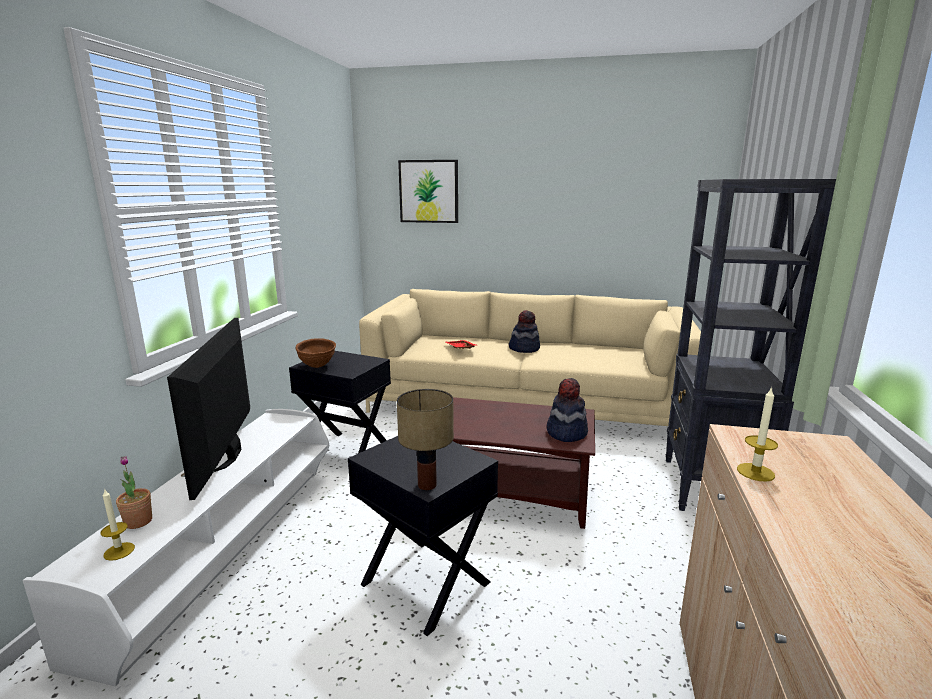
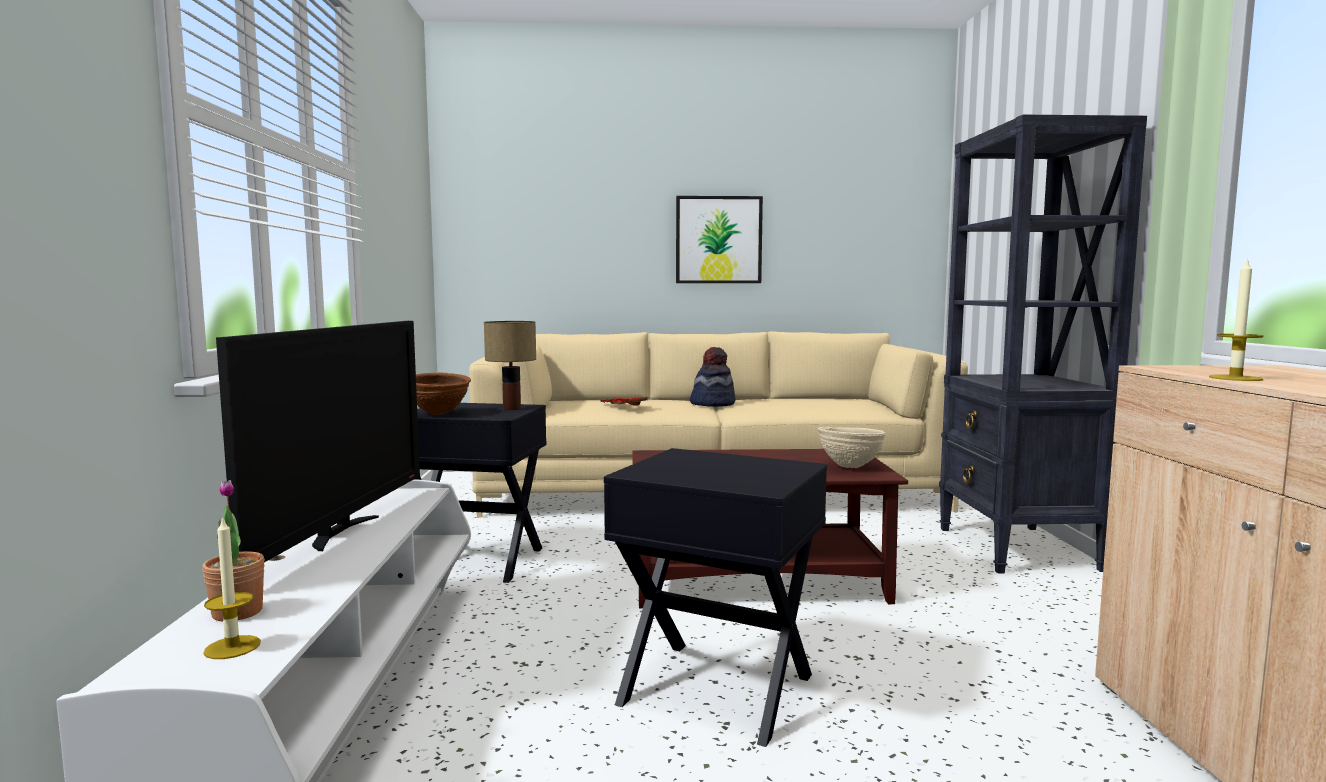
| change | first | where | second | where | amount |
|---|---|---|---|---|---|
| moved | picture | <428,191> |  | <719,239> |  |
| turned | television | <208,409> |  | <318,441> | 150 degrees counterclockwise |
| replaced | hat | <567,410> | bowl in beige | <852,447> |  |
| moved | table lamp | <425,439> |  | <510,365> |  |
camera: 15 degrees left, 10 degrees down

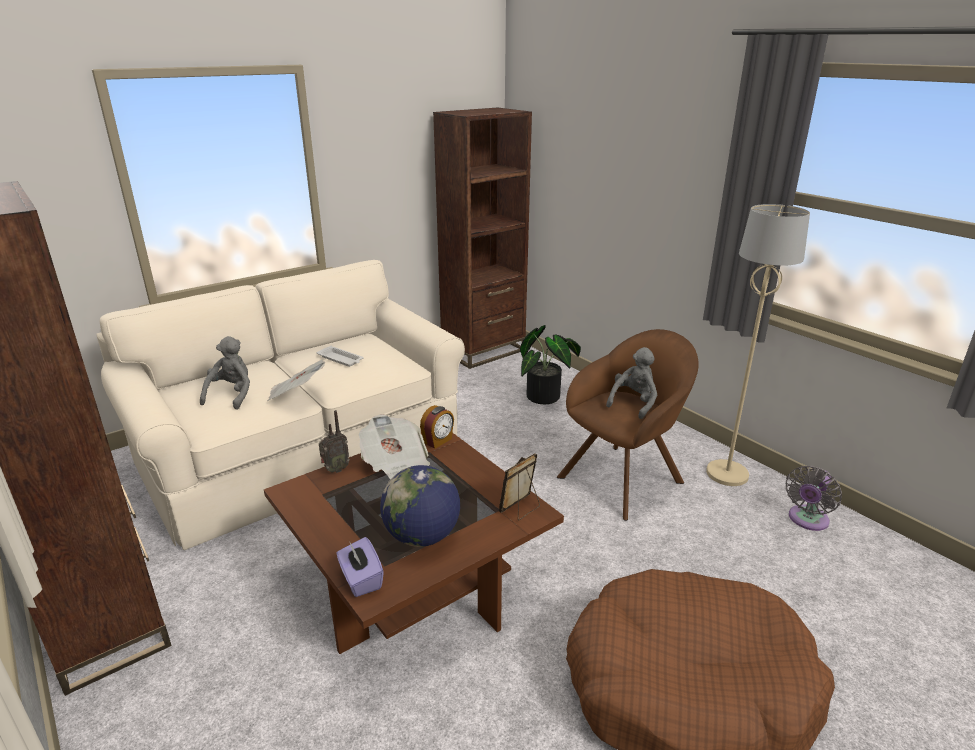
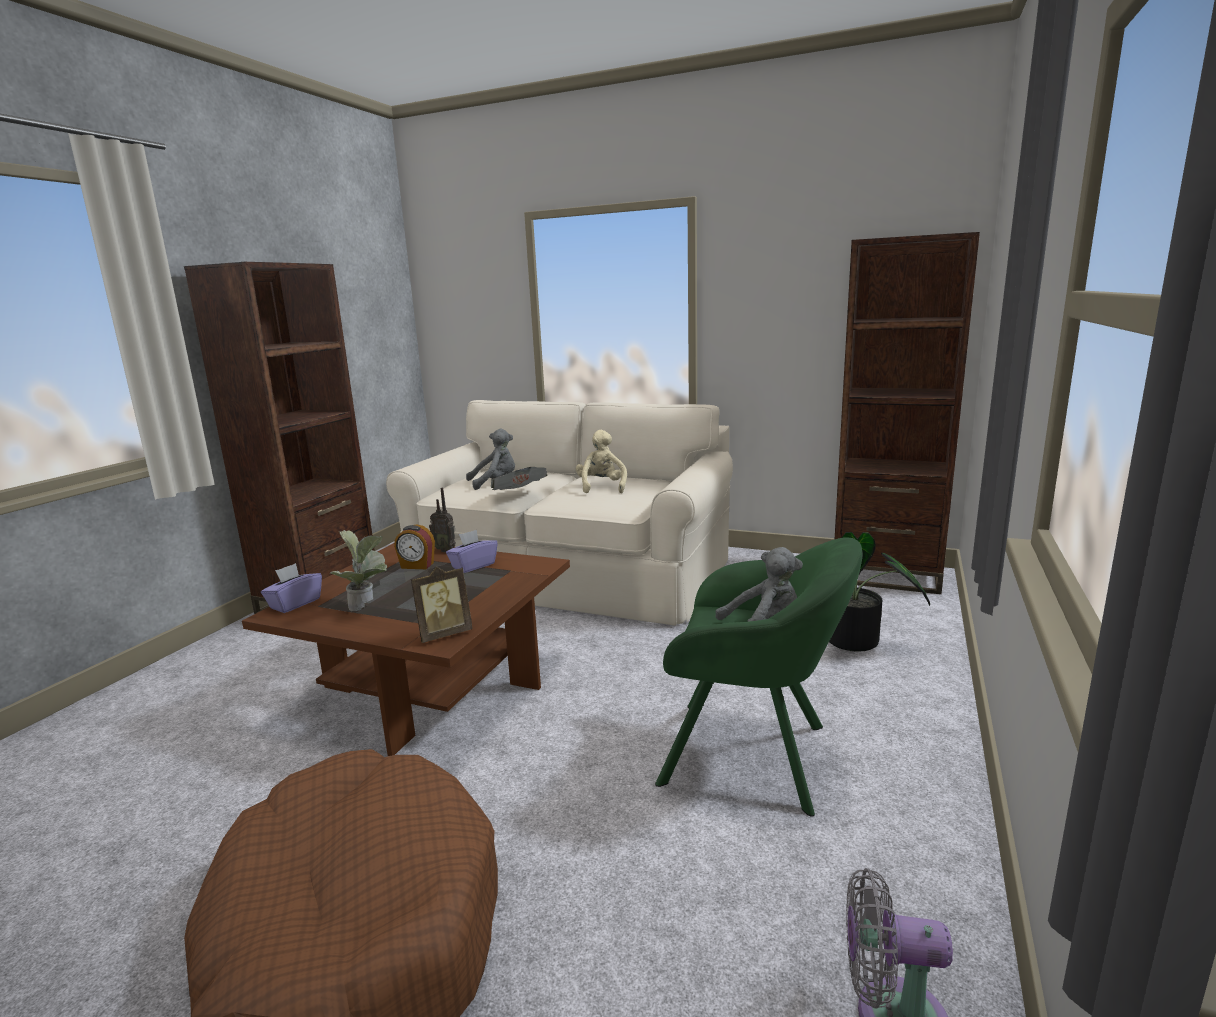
| change | first | where | second | where | amount |
|---|---|---|---|---|---|
| removed | floor lamp in beige | <758,345> |  |  |  |
| recoloured | armchair in brown | <628,425> | armchair in green | <758,677> |  |
| replaced | tray in white | <340,356> | plush toy in beige | <601,461> |  |
| moved | alarm clock | <437,427> |  | <414,546> |  |
| replaced | newspaper | <394,446> | tissue box in purple | <472,551> |  |
| turned | picture frame | <519,486> |  | <442,604> | 135 degrees clockwise |
| replaced | globe | <420,506> | potted plant | <358,570> |  |
camera: 60 degrees right, 10 degrees down

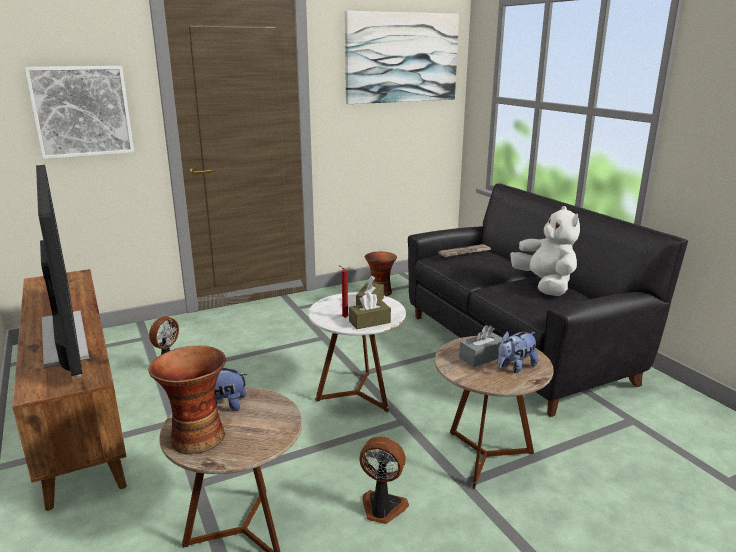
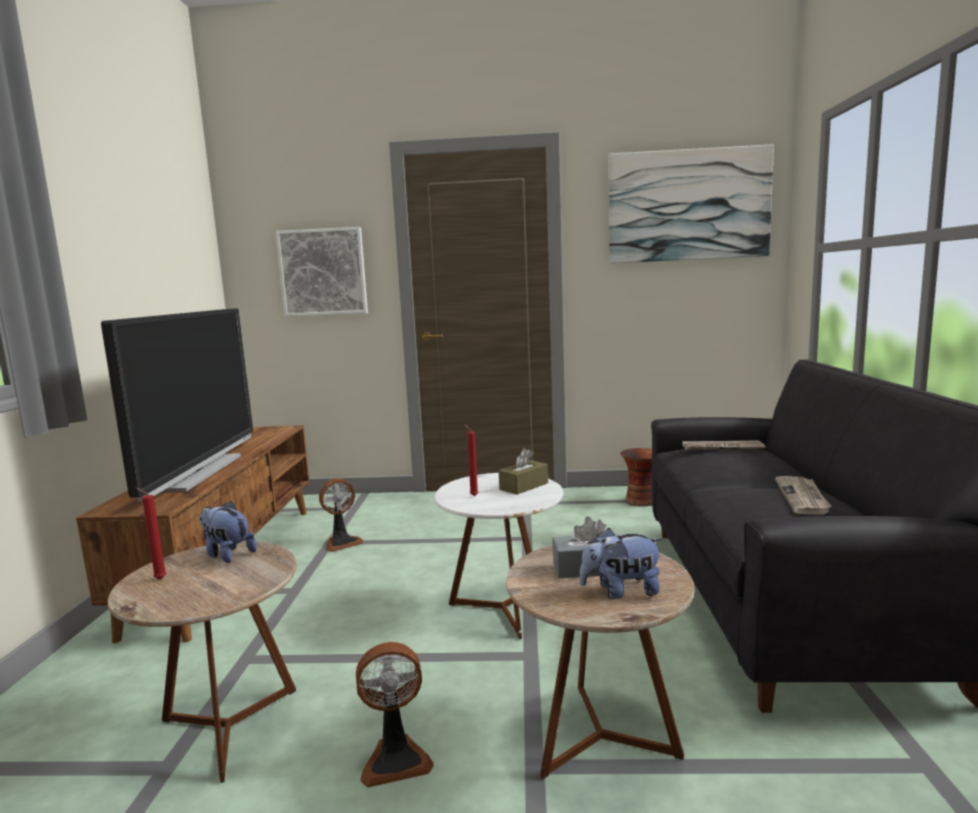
| change | first | where | second | where | amount |
|---|---|---|---|---|---|
| replaced | plush toy in white | <545,251> | newspaper | <803,495> |  |
| removed | tissue box in brown | <370,310> |  |  |  |
| replaced | vase | <187,400> | candle in red | <151,534> |  |
| turned | fan | <384,480> |  | <394,715> | 120 degrees clockwise |
camera: 30 degrees right, 10 degrees down

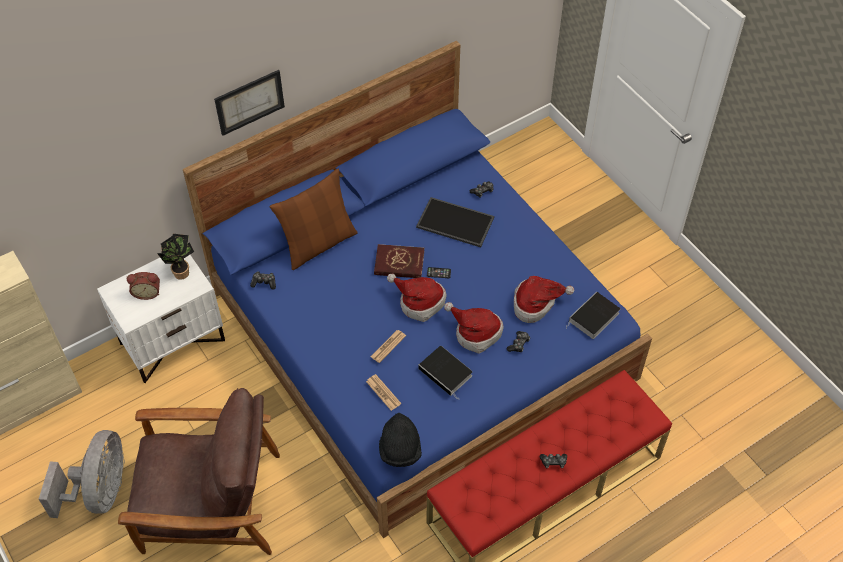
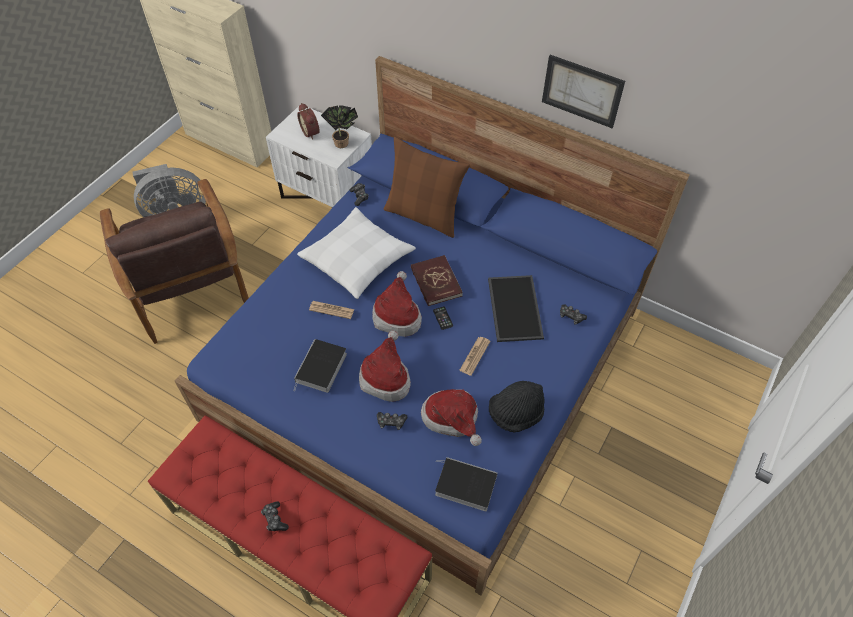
| change | first | where | second | where | amount |
|---|---|---|---|---|---|
| moved | picture | <249,103> |  | <583,91> |  |
| moved | newspaper | <383,392> |  | <474,356> |  |
| moved | hat in black | <400,440> |  | <517,406> |  |
| added |  |  | pillow in white | <356,253> |  |
camera: 65 degrees right, 0 degrees up

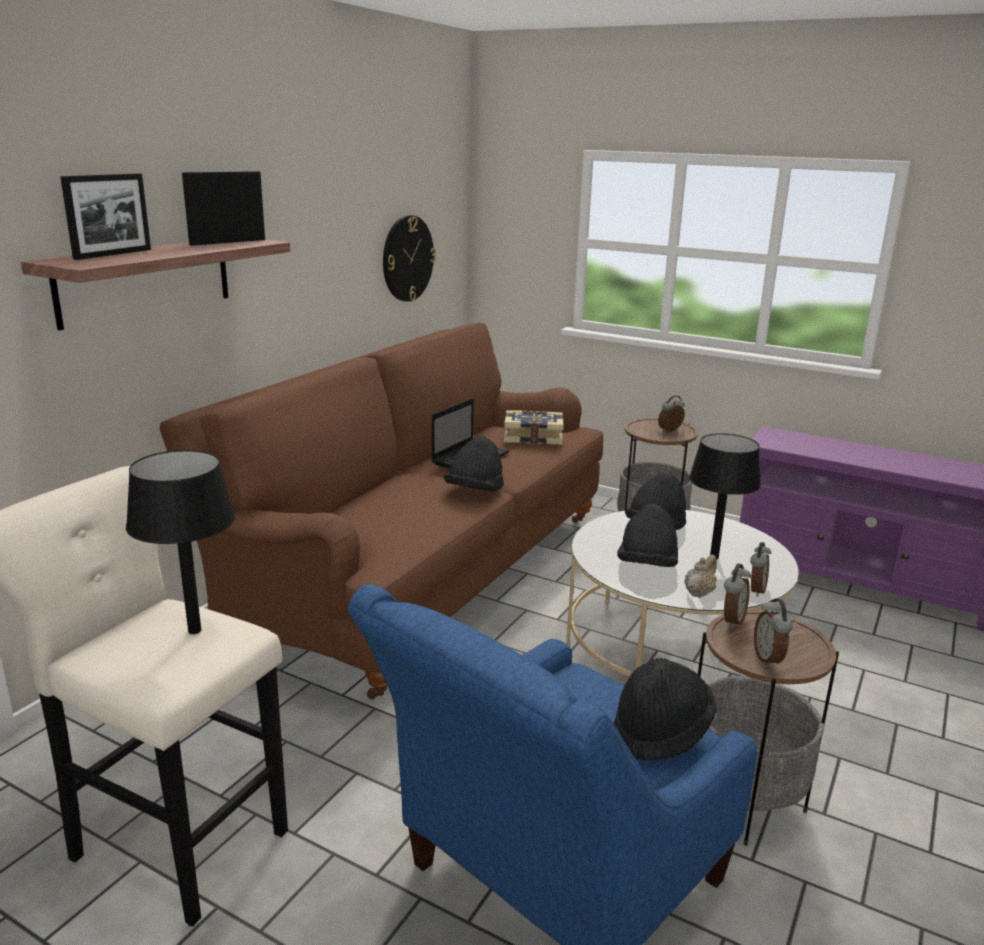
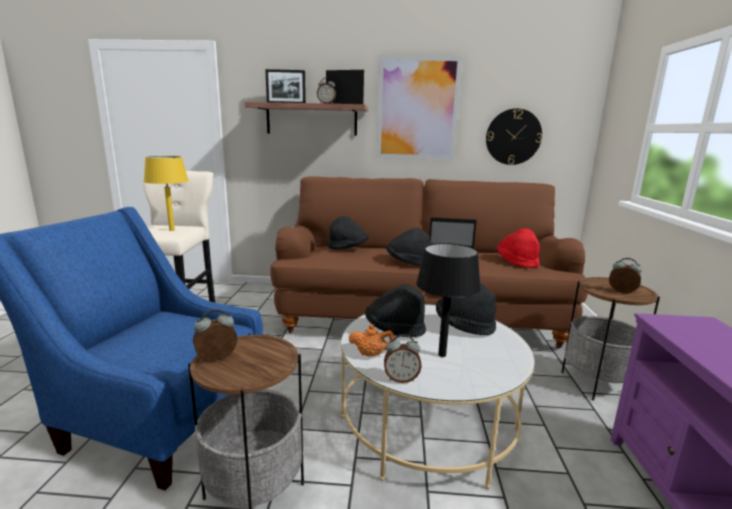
| change | first | where | second | where | amount |
|---|---|---|---|---|---|
| replaced | book | <534,427> | hat in red | <518,248> |  |
| recoloured | table lamp in black | <181,542> | table lamp in yellow | <166,193> |  |
| recoloured | teapot in beige | <700,576> | teapot in orange | <372,340> |  |
| moved | alarm clock | <737,596> |  | <326,90> |  |
| moved | hat in black | <665,709> |  | <348,232> |  |
| added |  |  | picture | <419,107> |  |
camera: 65 degrees right, 5 degrees down

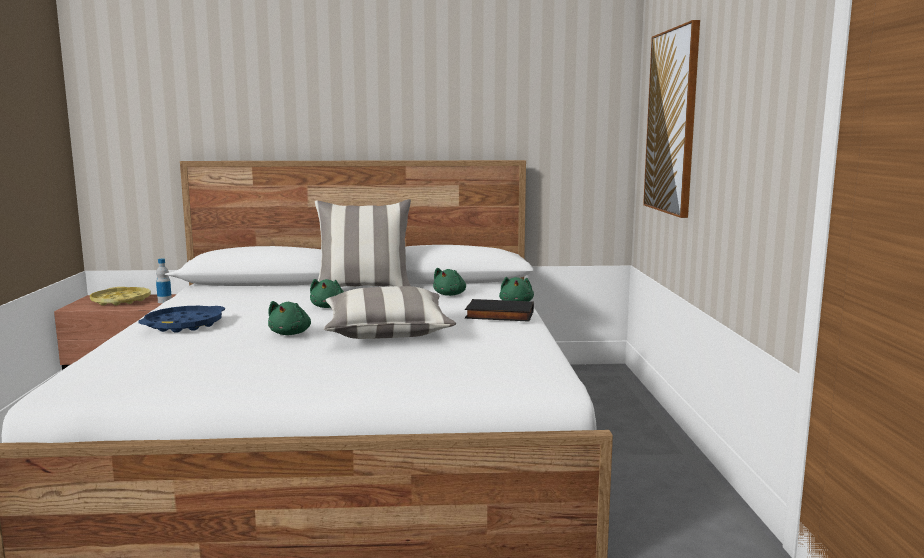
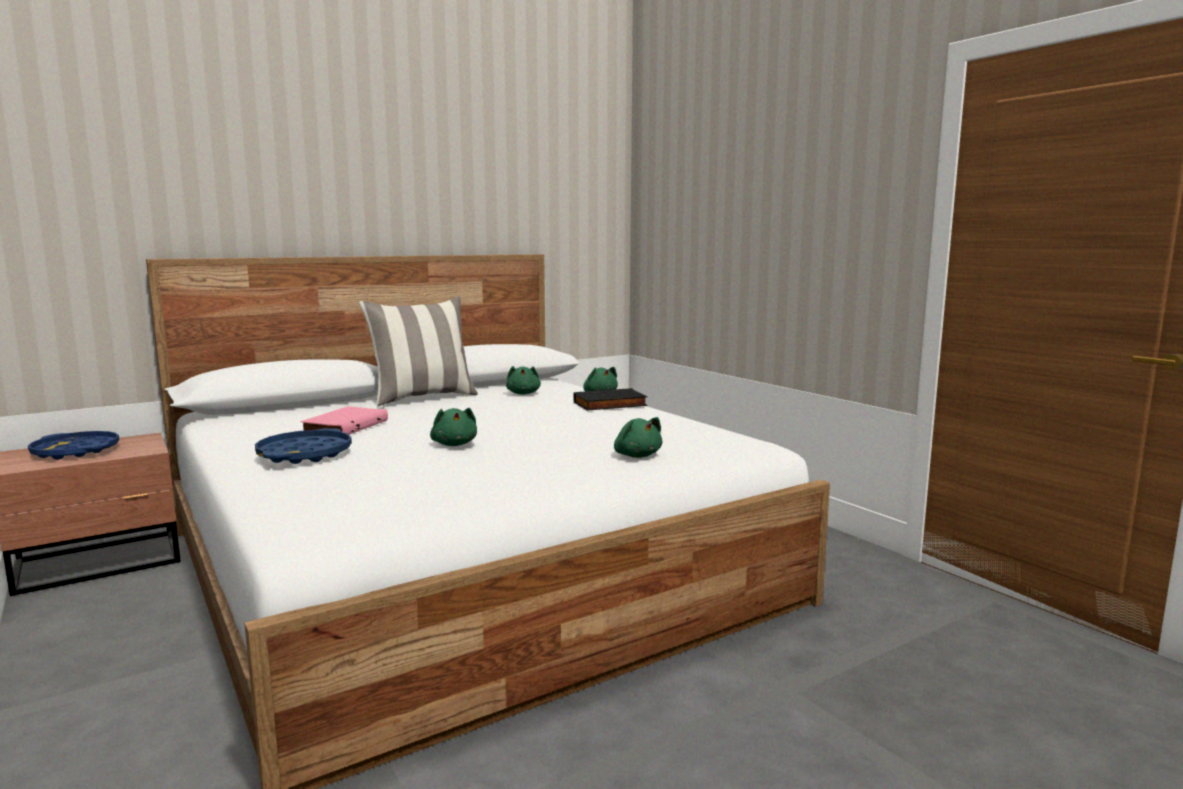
| change | first | where | second | where | amount |
|---|---|---|---|---|---|
| removed | picture | <671,119> |  |  |  |
| removed | bottle | <164,281> |  |  |  |
| moved | plush toy in green | <327,293> |  | <638,437> |  |
| removed | pillow | <390,312> |  |  |  |
| recoloured | tray in yellow | <120,296> | tray in blue | <73,445> |  |
| added |  |  | book in pink | <344,420> |  |
camera: 30 degrees left, 0 degrees up

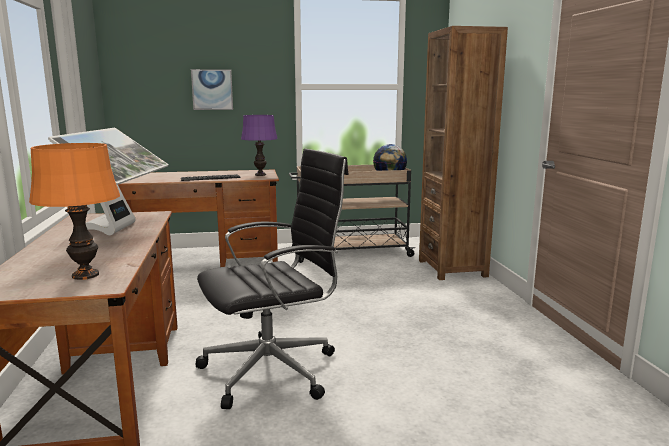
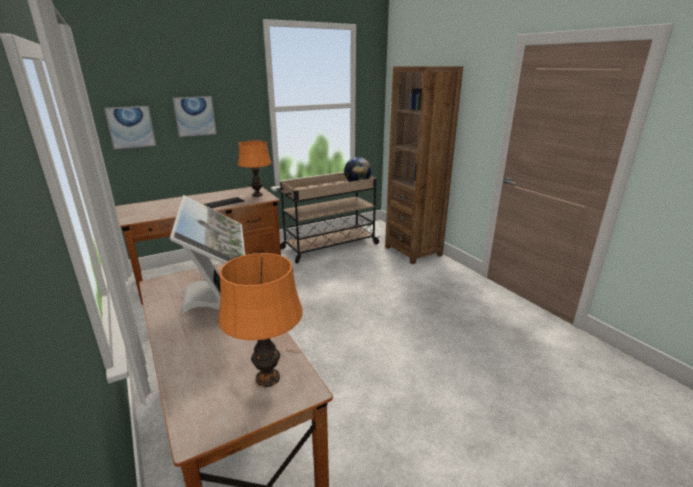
| change | first | where | second | where | amount |
|---|---|---|---|---|---|
| recoloured | table lamp in purple | <259,145> | table lamp in orange | <254,169> |  |
| removed | office chair in black | <272,278> |  |  |  |
| added |  |  | picture | <130,127> |  |
camera: 20 degrees left, 10 degrees up

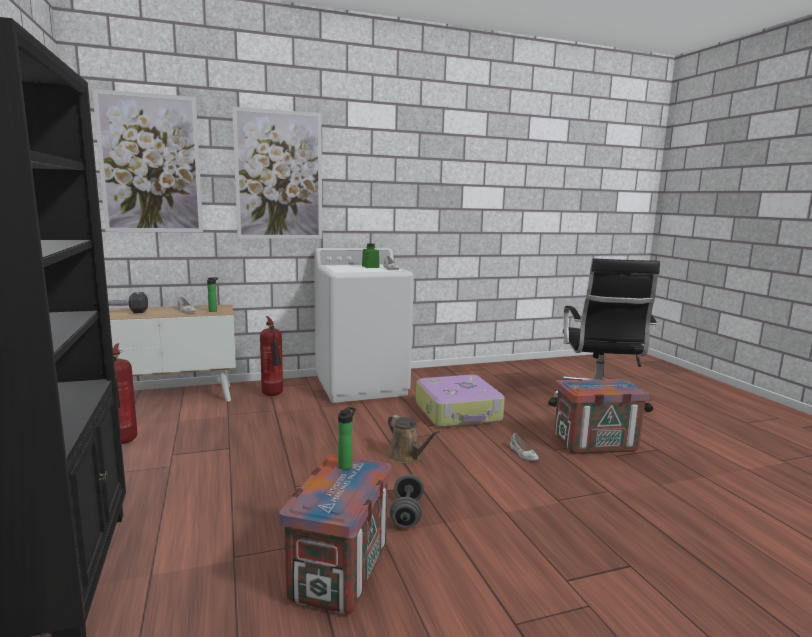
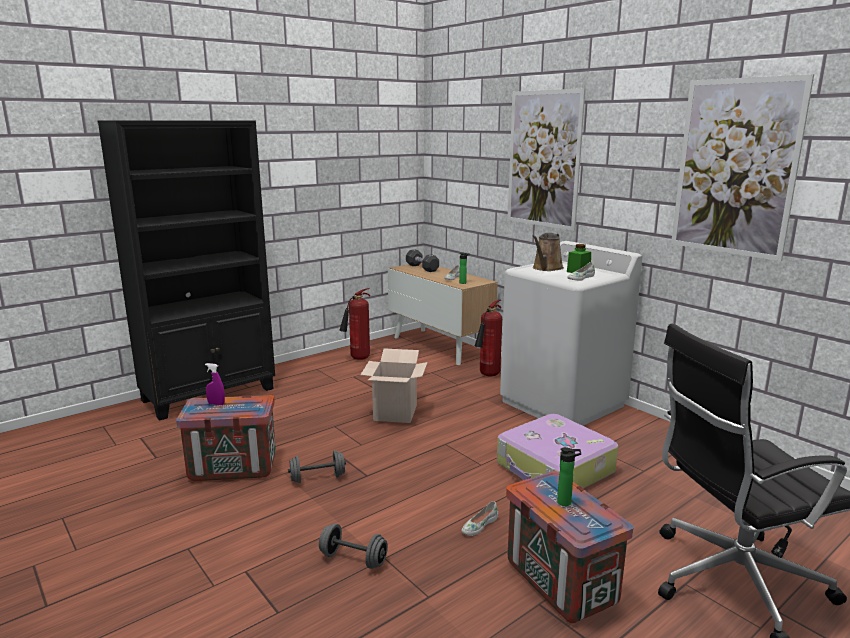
| change | first | where | second | where | amount |
|---|---|---|---|---|---|
| moved | picture | <147,160> |  | <742,167> |  |
| moved | bottle | <347,438> |  | <569,476> |  |
| moved | watering can in brown | <414,439> |  | <548,252> |  |
| added |  |  | cardboard box | <394,385> |  |
| added |  |  | spray bottle in purple | <215,384> |  |
| added |  |  | dumbbell in grey | <353,546> |  |
camera: 70 degrees right, 5 degrees up

